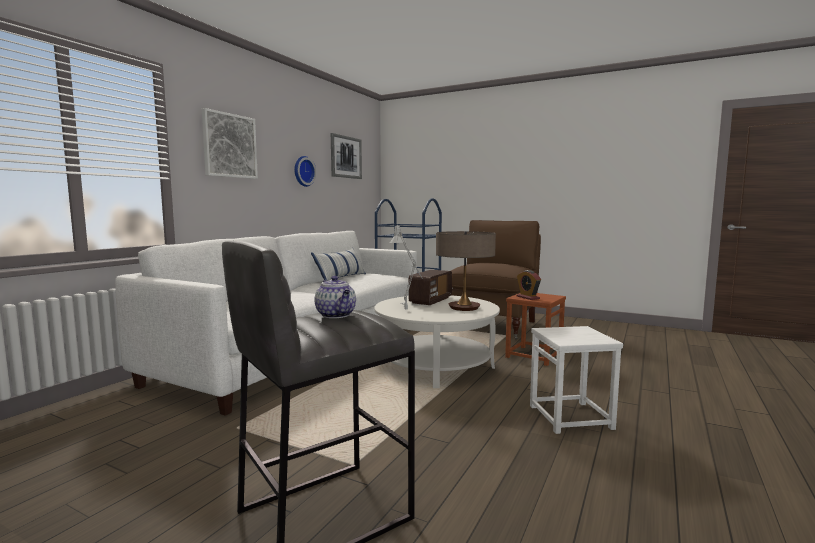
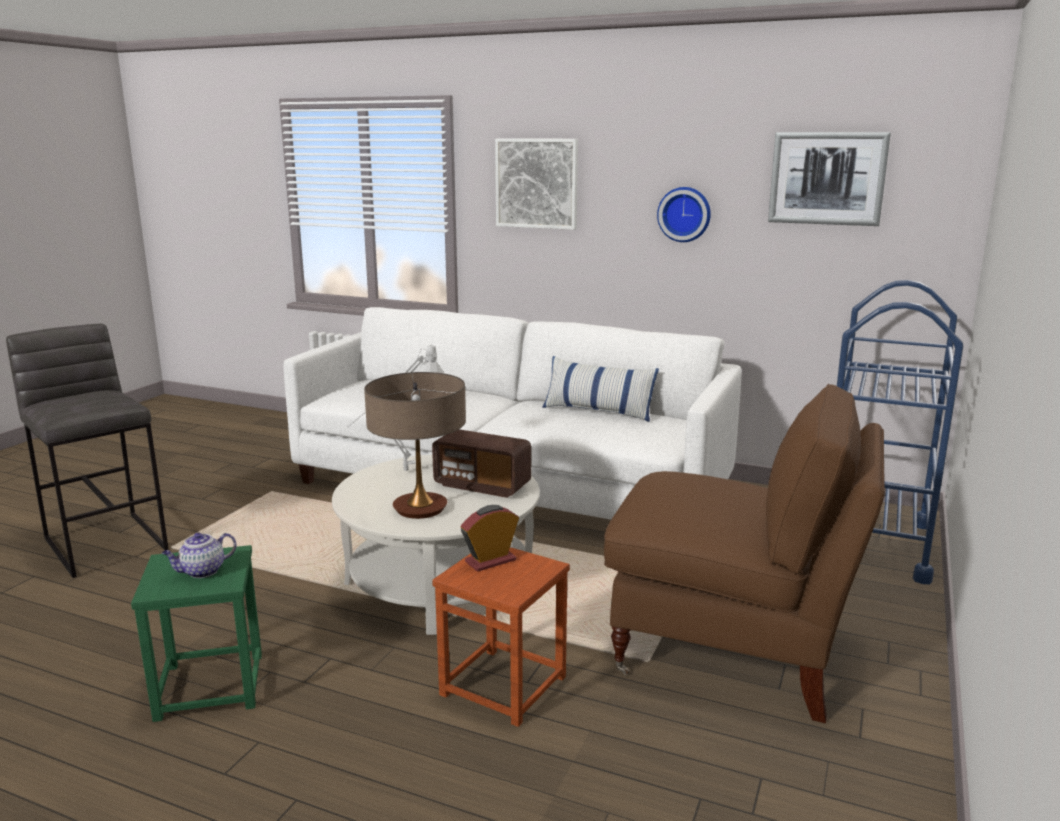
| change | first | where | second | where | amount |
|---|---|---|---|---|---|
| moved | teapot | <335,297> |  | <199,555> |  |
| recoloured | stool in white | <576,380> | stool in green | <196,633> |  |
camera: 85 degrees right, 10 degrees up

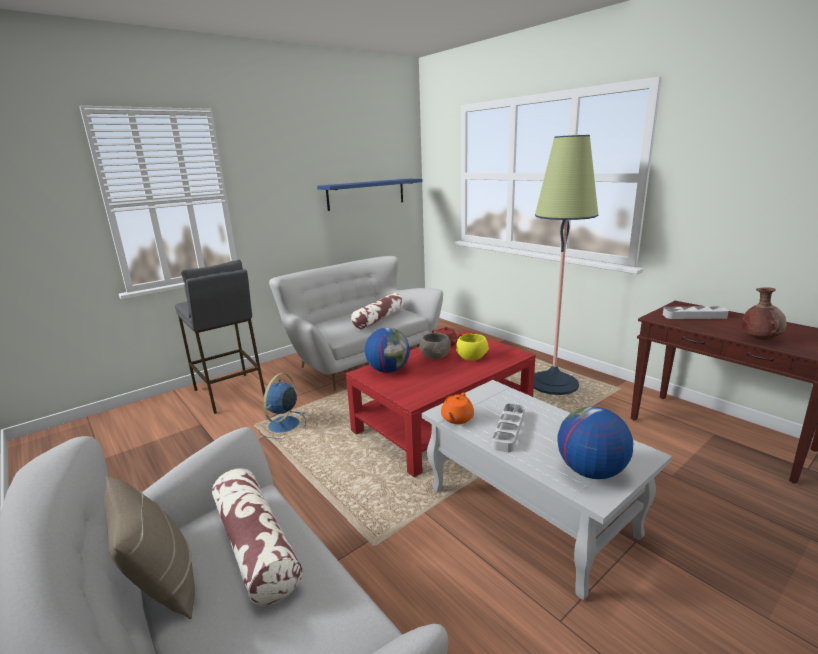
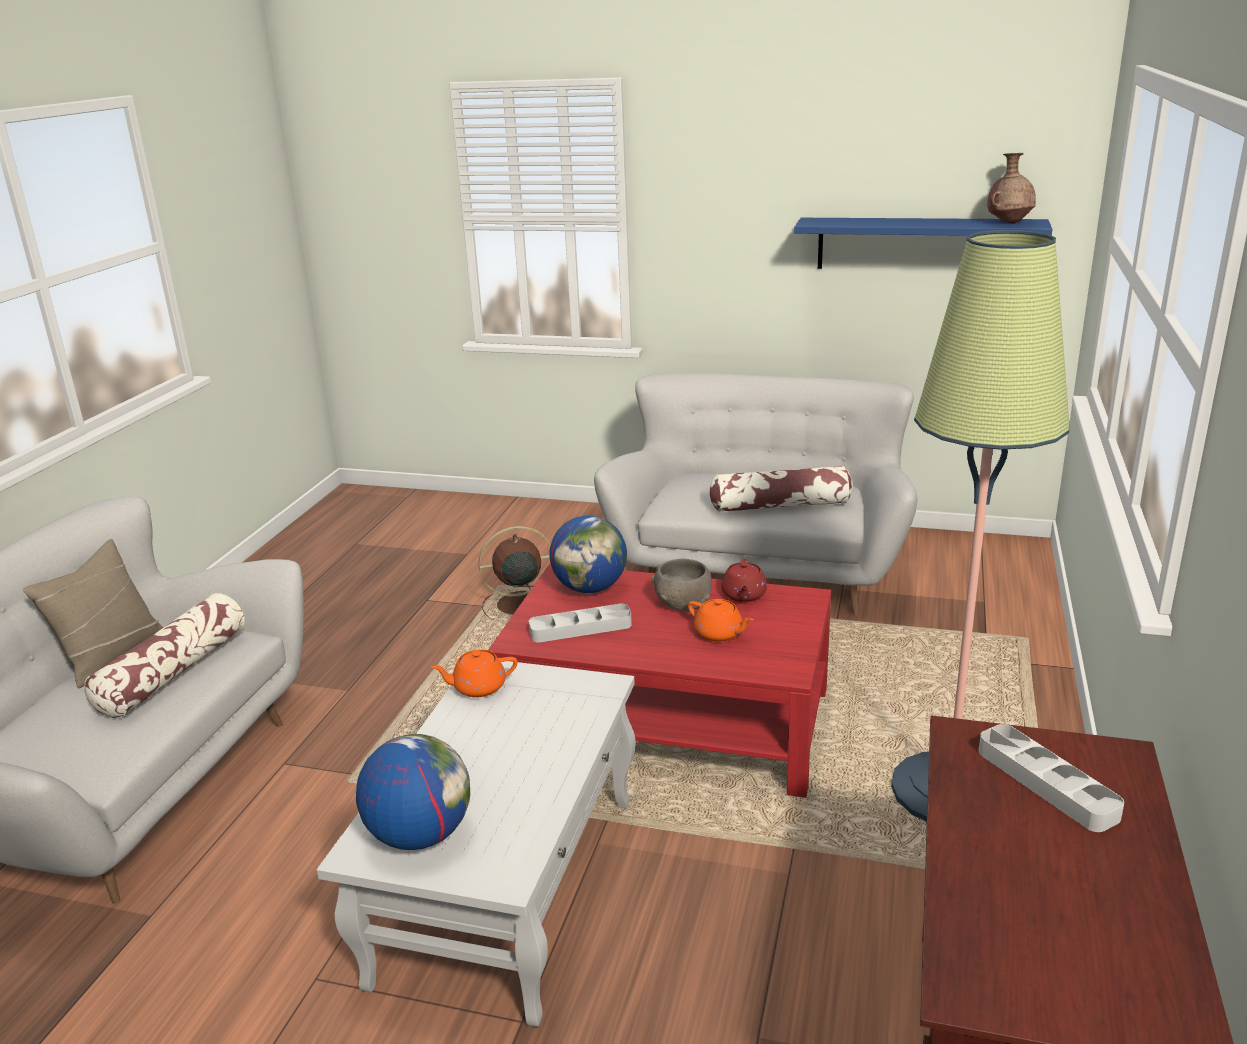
| change | first | where | second | where | amount |
|---|---|---|---|---|---|
| removed | stool in grey | <220,337> |  |  |  |
| moved | vase in brown | <764,313> |  | <1012,188> |  |
| replaced | bowl in yellow | <472,347> | teapot in orange | <721,620> |  |
| recoloured | fan in blue | <282,406> | fan in brown | <514,573> |  |
| moved | tray in grey | <508,428> |  | <580,623> |  |
camera: 55 degrees right, 5 degrees up

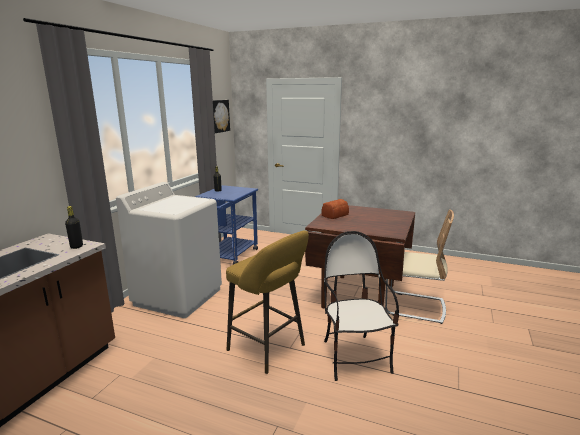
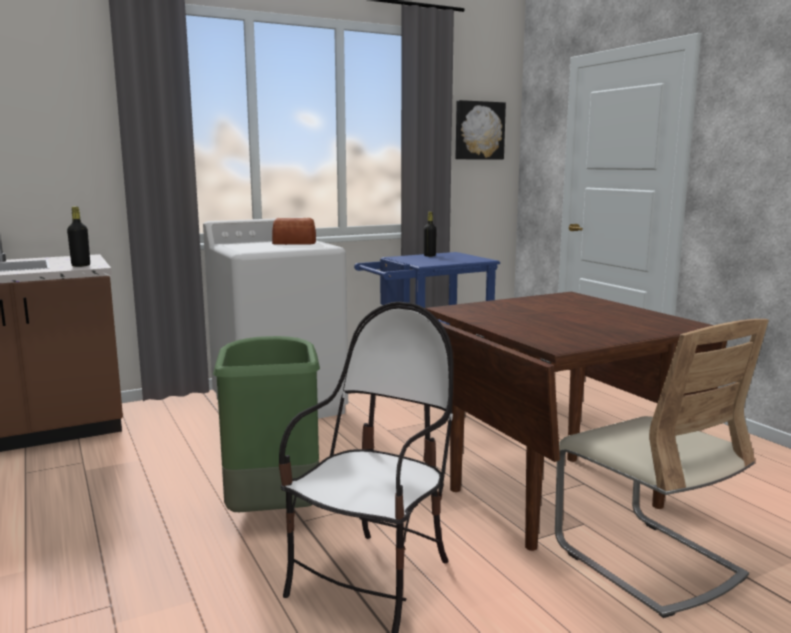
| change | first | where | second | where | amount |
|---|---|---|---|---|---|
| moved | bread | <335,209> |  | <294,231> |  |
| replaced | stool in yellow | <267,302> | trash can in green | <266,424> |  |
camera: 40 degrees right, 5 degrees down

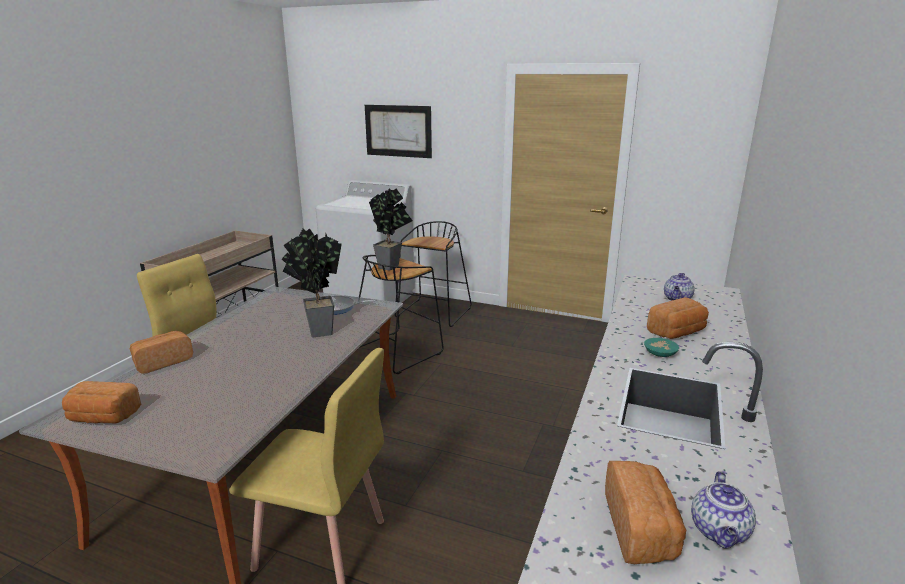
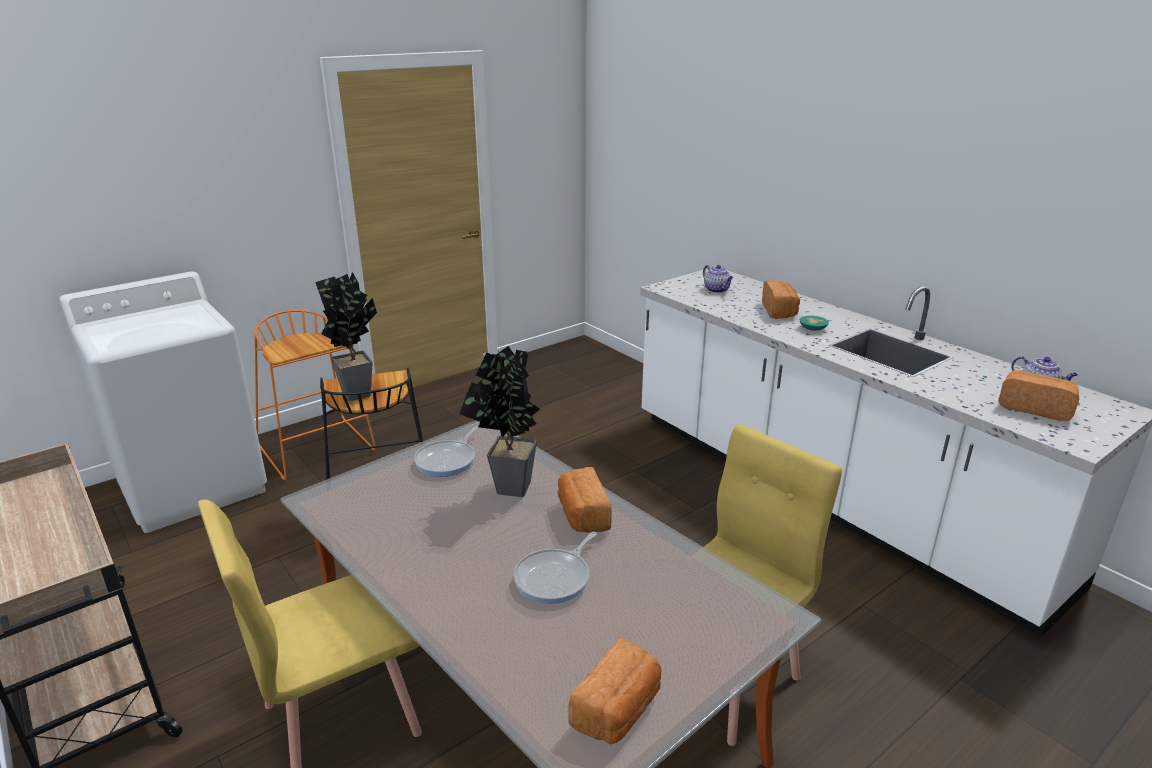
| change | first | where | second | where | amount |
|---|---|---|---|---|---|
| removed | picture | <398,131> |  |  |  |
| recoloured | stool in black | <433,274> | stool in orange | <315,395> |  |
| moved | bread | <161,352> |  | <585,500> |  |
| added |  |  | frying pan | <555,568> |  |
camera: 60 degrees left, 5 degrees up

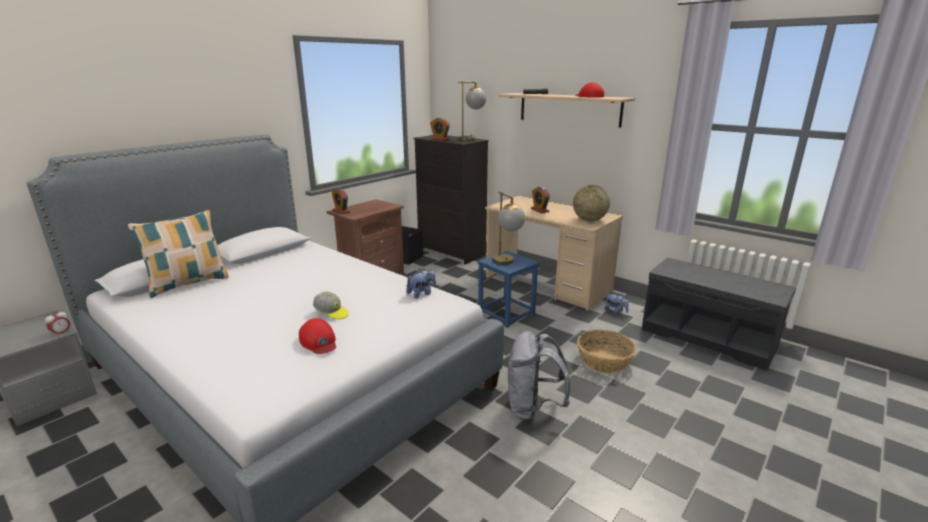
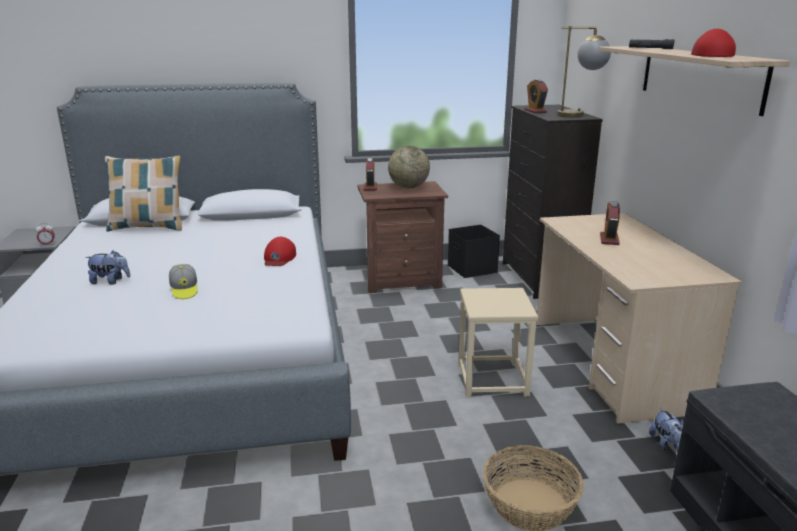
| change | first | where | second | where | amount |
|---|---|---|---|---|---|
| moved | globe | <591,203> |  | <409,167> |  |
| removed | table lamp | <508,228> |  |  |  |
| recoloured | stool in blue | <508,289> | stool in beige | <498,343> |  |
| moved | plush toy | <421,284> |  | <107,267> |  |
| moved | cap in red | <317,336> |  | <280,251> |  |
| removed | backpack in grey | <539,376> |  |  |  |
camera: 40 degrees right, 0 degrees up

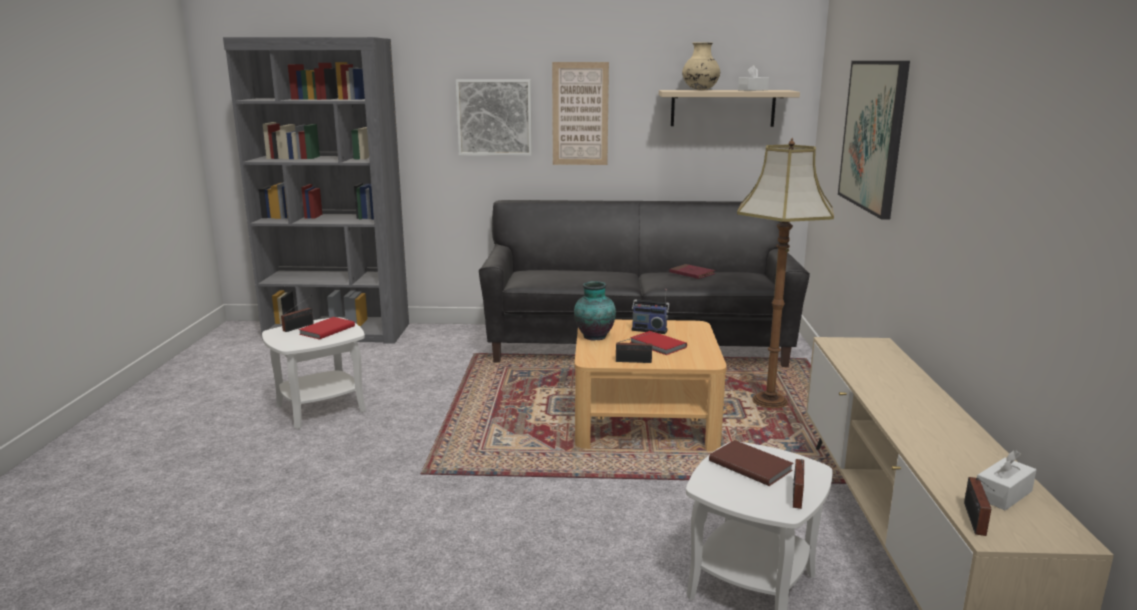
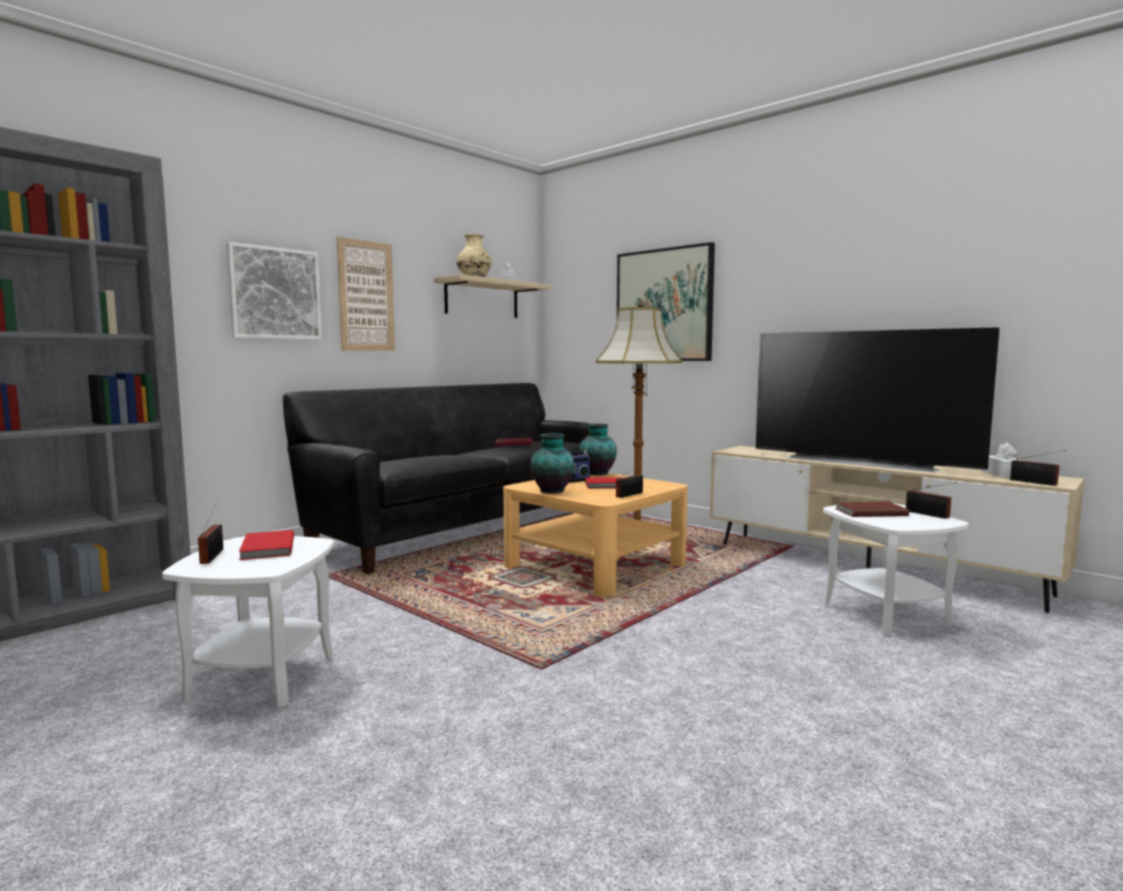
| change | first | where | second | where | amount |
|---|---|---|---|---|---|
| added |  |  | television | <878,399> |  |
| added |  |  | vase | <598,449> |  |
camera: 50 degrees left, 10 degrees down

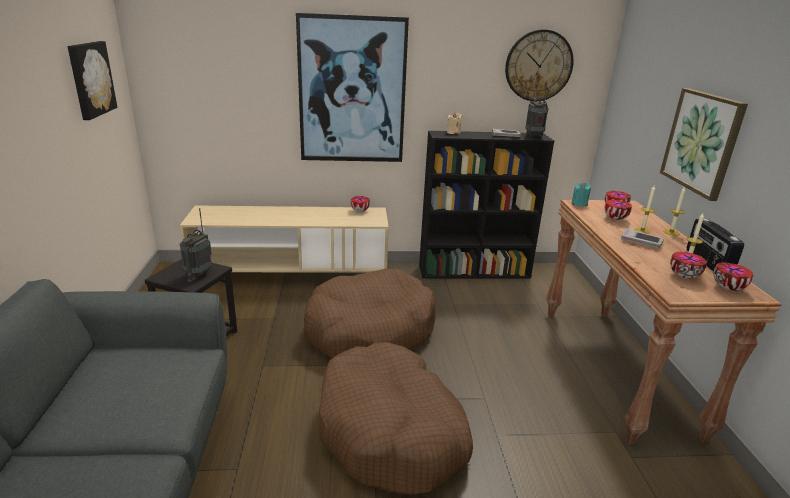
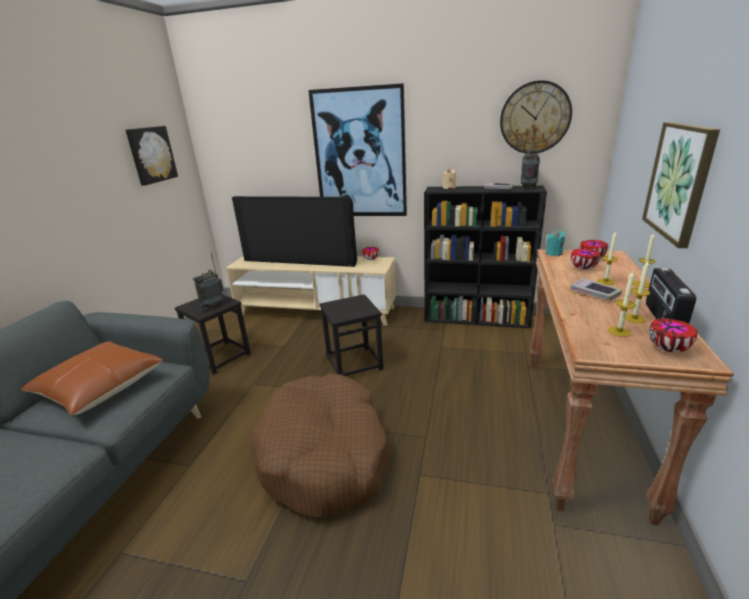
| change | first | where | second | where | amount |
|---|---|---|---|---|---|
| replaced | bowl | <688,265> | candle | <622,304> |  |
| replaced | dog bed in brown | <370,313> | stool in black | <351,335> |  |
| added |  |  | television | <294,231> |  |
| added |  |  | pillow in brown | <92,378> |  |
camera: 20 degrees right, 0 degrees up

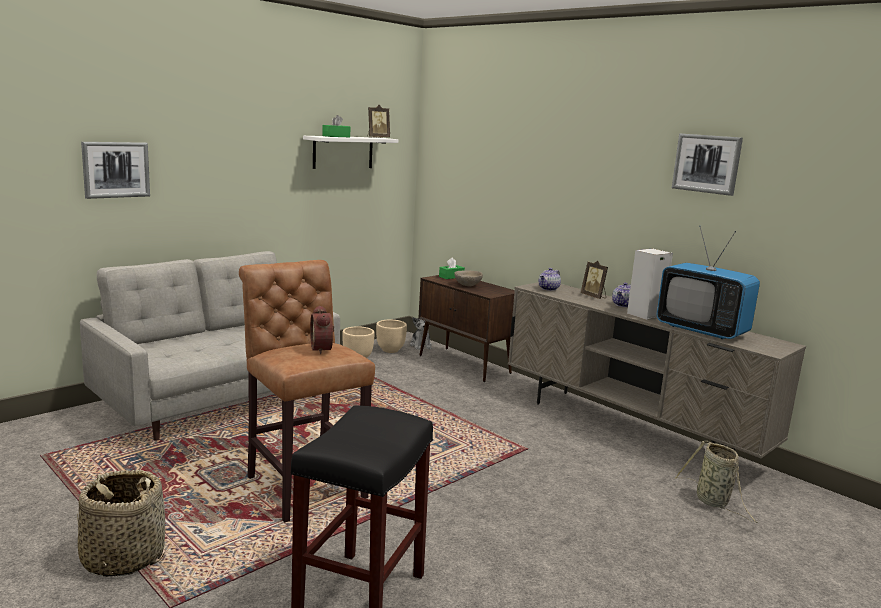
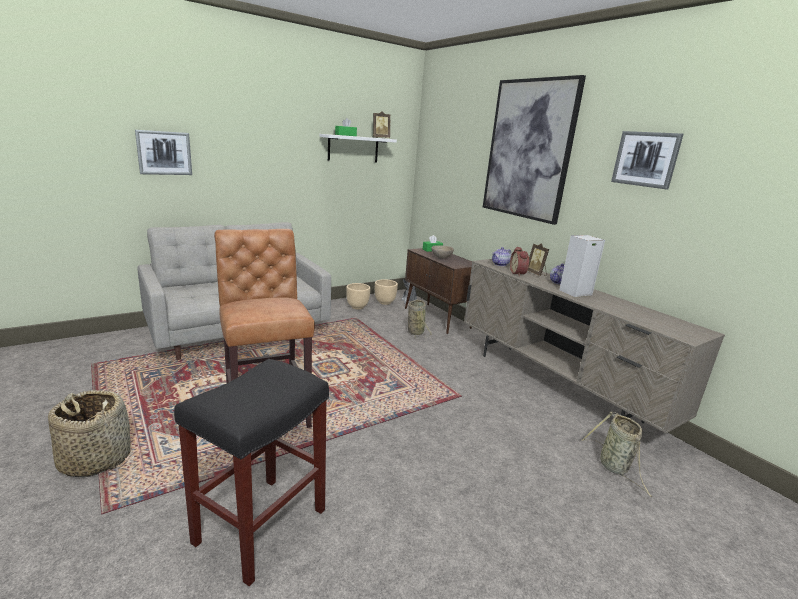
| change | first | where | second | where | amount |
|---|---|---|---|---|---|
| removed | television | <708,283> |  |  |  |
| moved | alarm clock | <322,329> |  | <519,261> |  |
| added |  |  | picture | <534,150> |  |
| added |  |  | basket | <420,319> |  |
camera: 10 degrees right, 5 degrees up

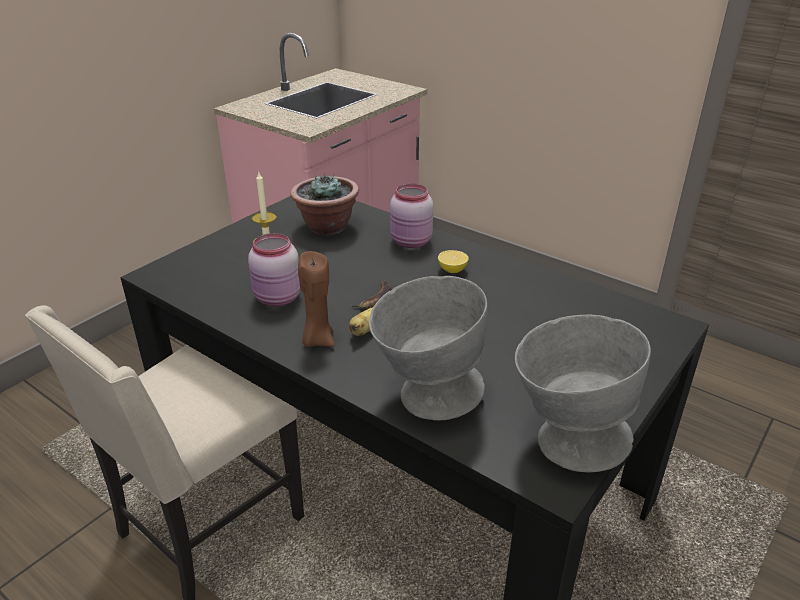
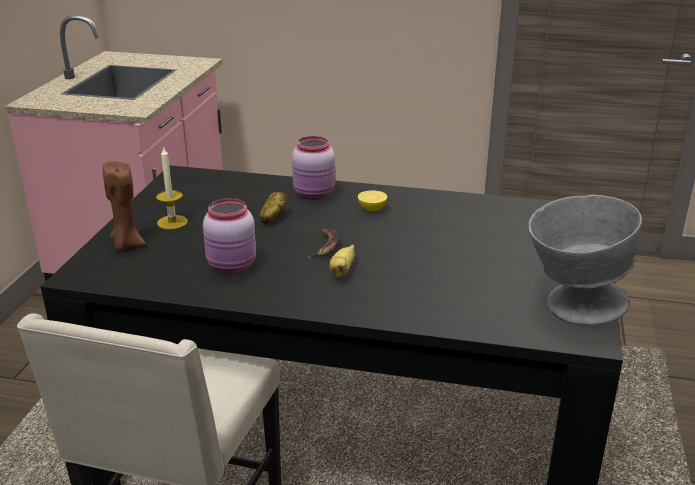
| change | first | where | second | where | amount |
|---|---|---|---|---|---|
| removed | potted plant | <324,204> |  |  |  |
| moved | candle in brown | <316,299> |  | <124,205> |  |
| removed | bowl in grey | <428,348> |  |  |  |
| added |  |  | potato | <273,208> |  |
camera: 25 degrees left, 5 degrees down

